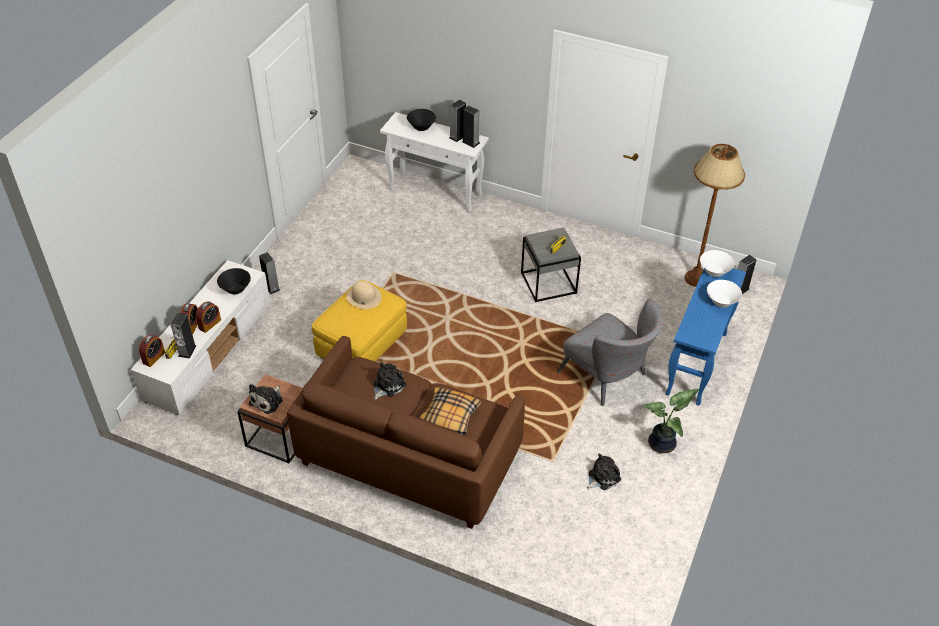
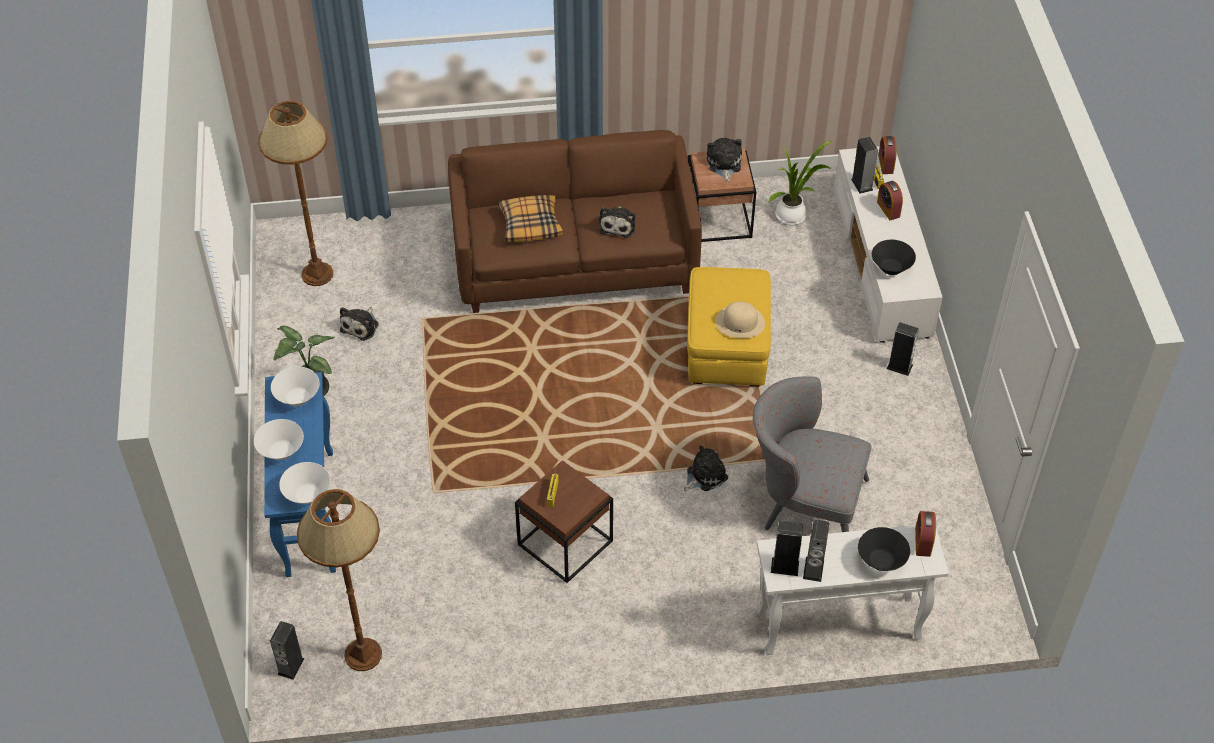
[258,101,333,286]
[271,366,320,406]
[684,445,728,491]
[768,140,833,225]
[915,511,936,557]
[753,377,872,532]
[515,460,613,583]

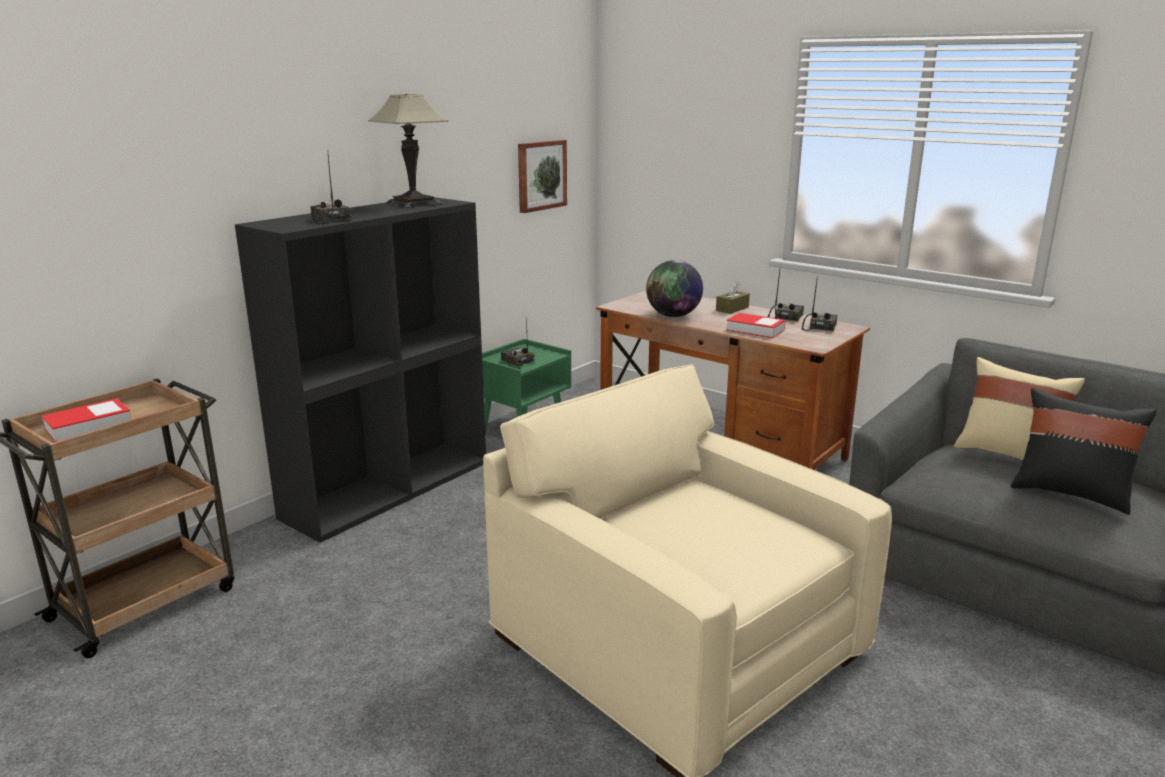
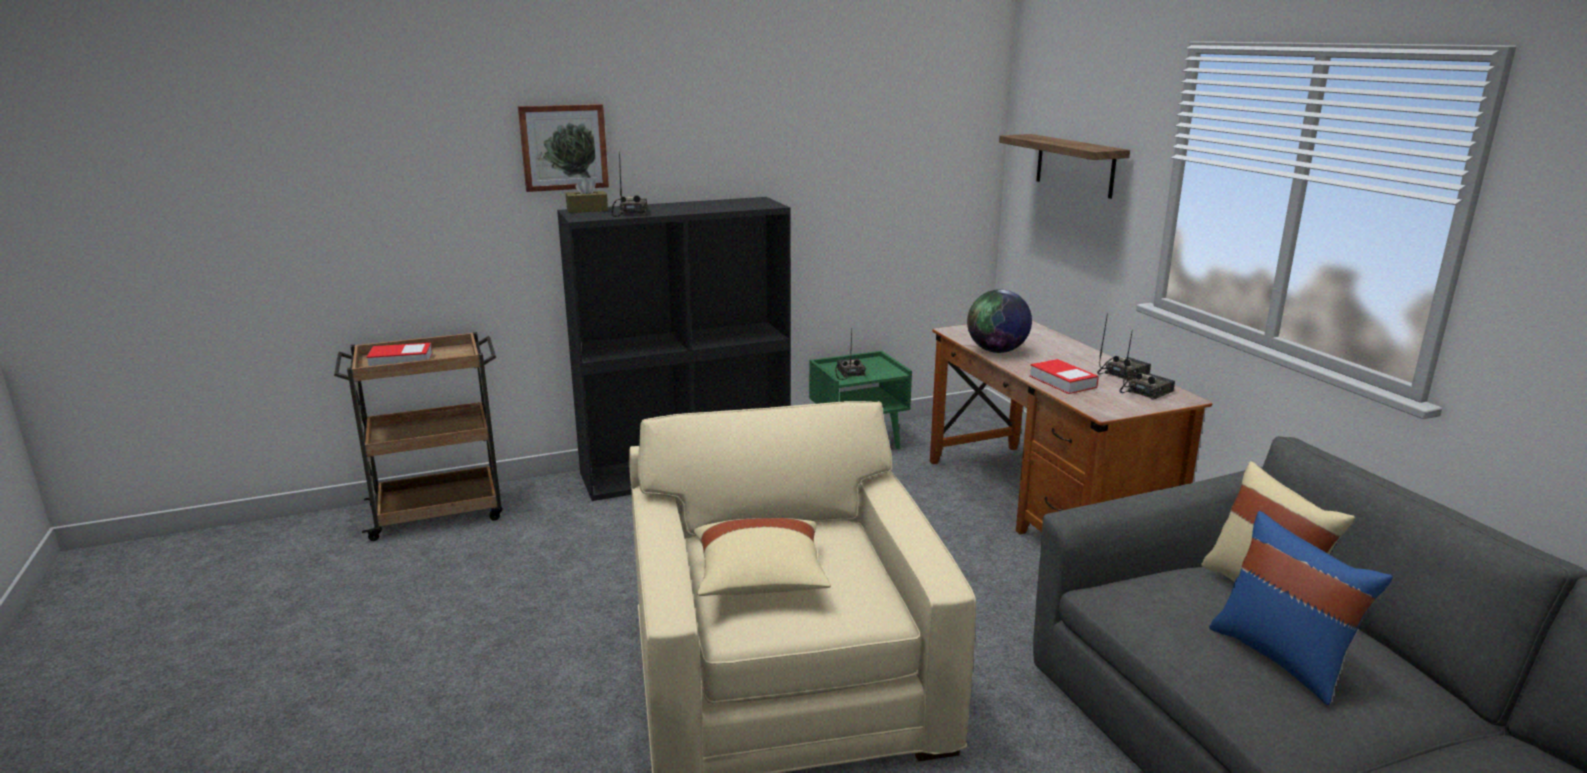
[368,93,448,208] (first image)
[694,518,831,596]
[999,134,1130,199]
[518,104,609,192]
[566,177,608,213]
[1209,511,1393,705]

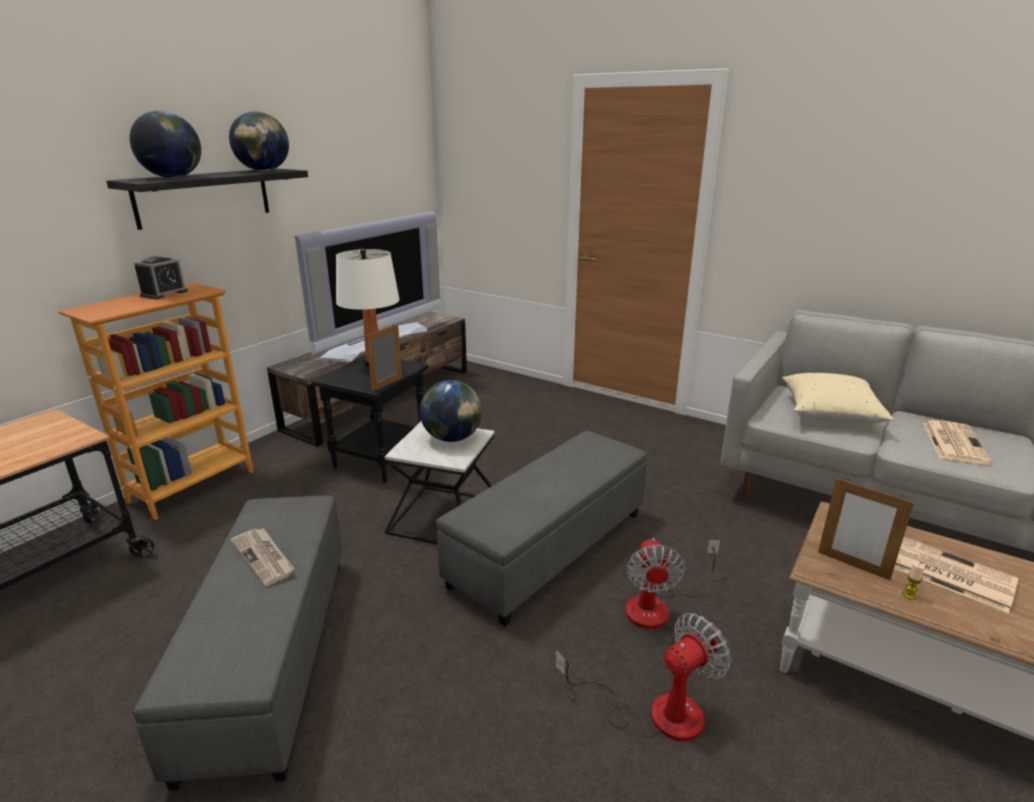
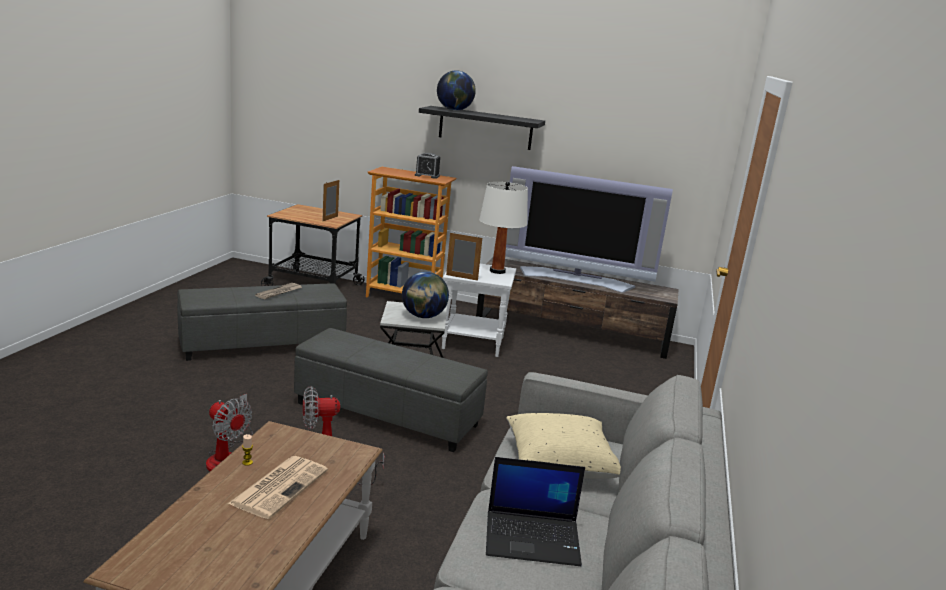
[229,111,289,171] (first image)
[322,180,339,221]
[486,457,585,566]
[442,264,516,357]

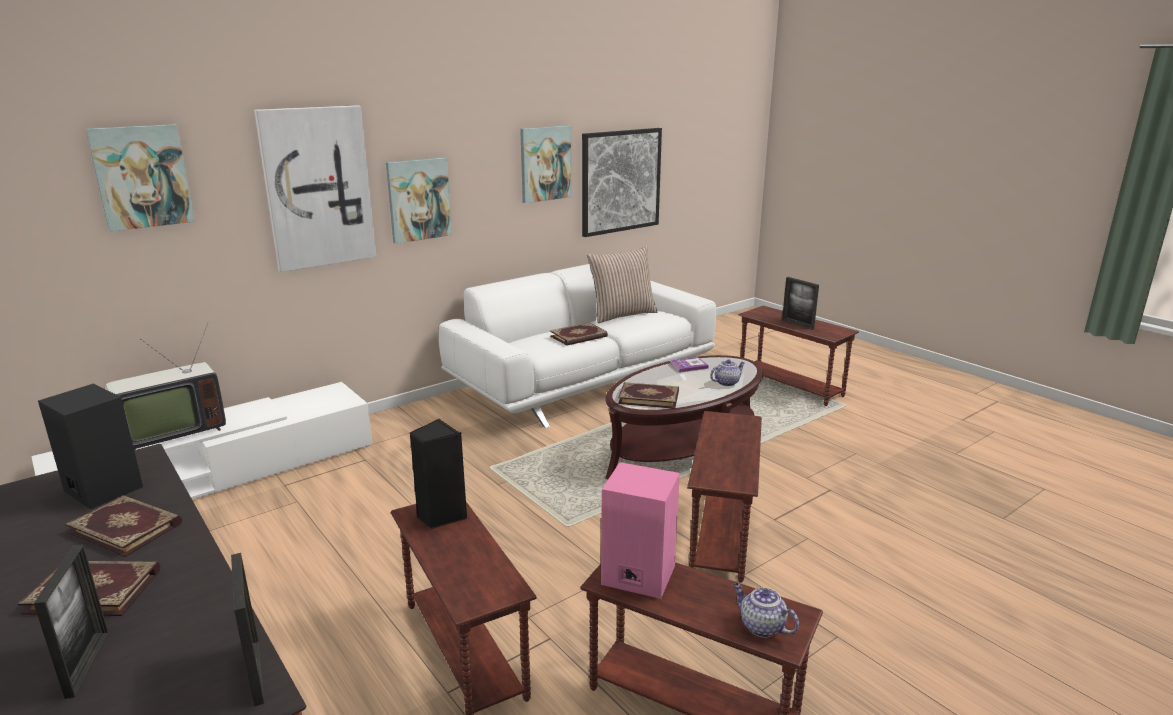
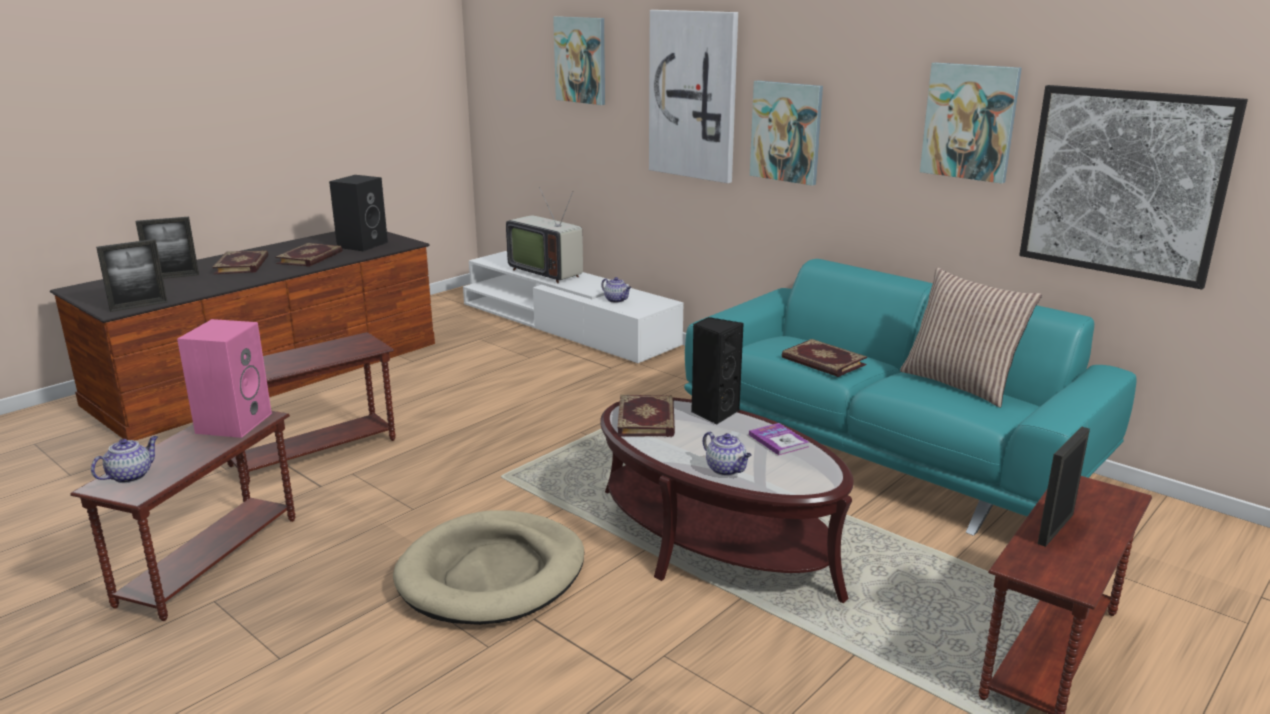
[601,277,631,303]
[691,317,744,425]
[393,510,584,625]
[684,259,1137,536]

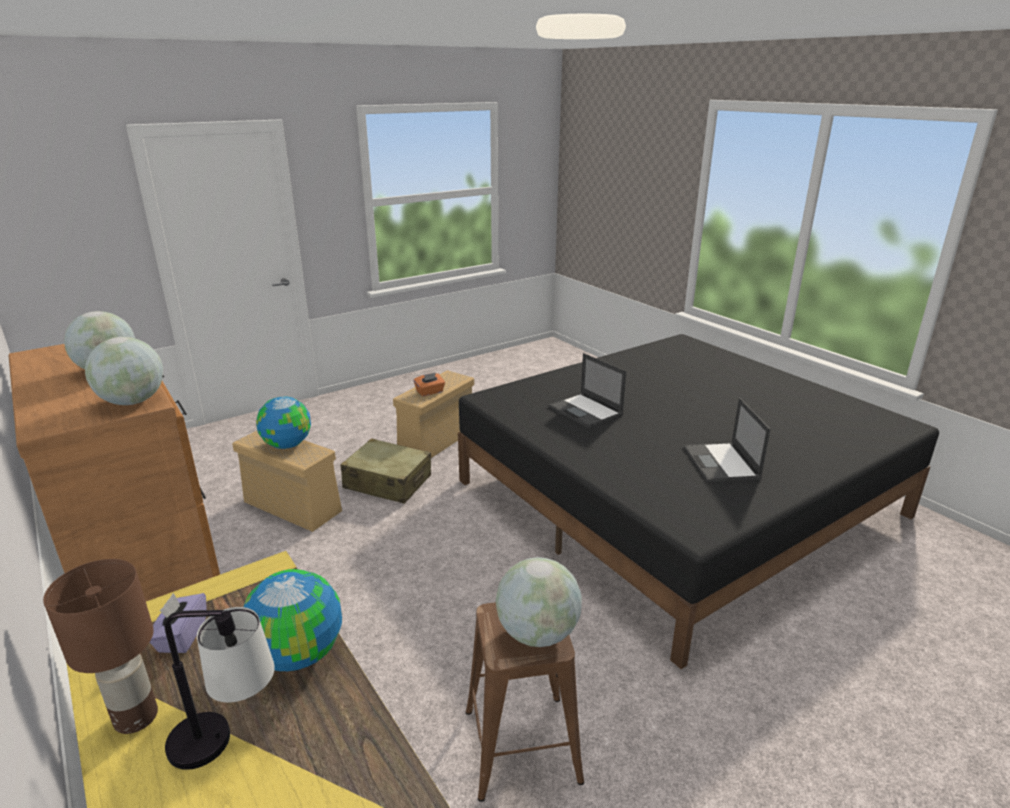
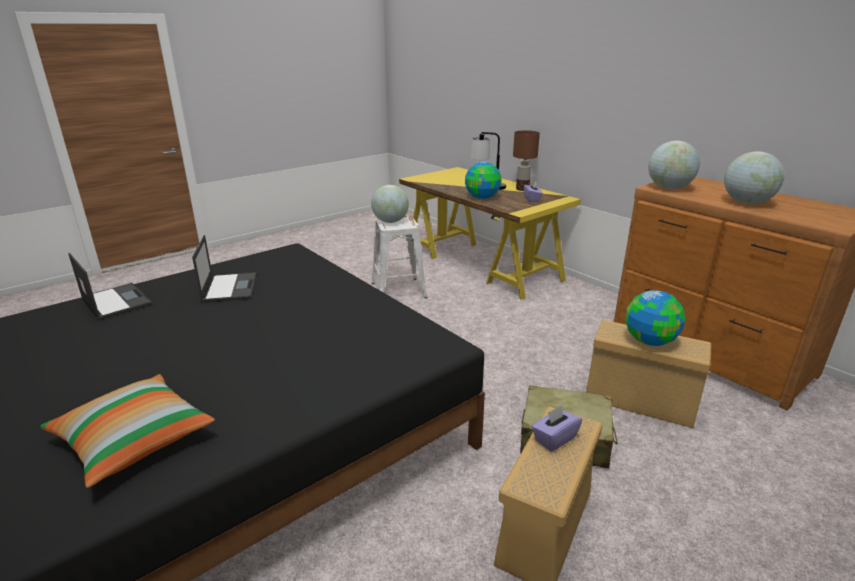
[40,374,215,488]
[68,253,152,320]
[532,406,582,452]
[371,215,427,298]

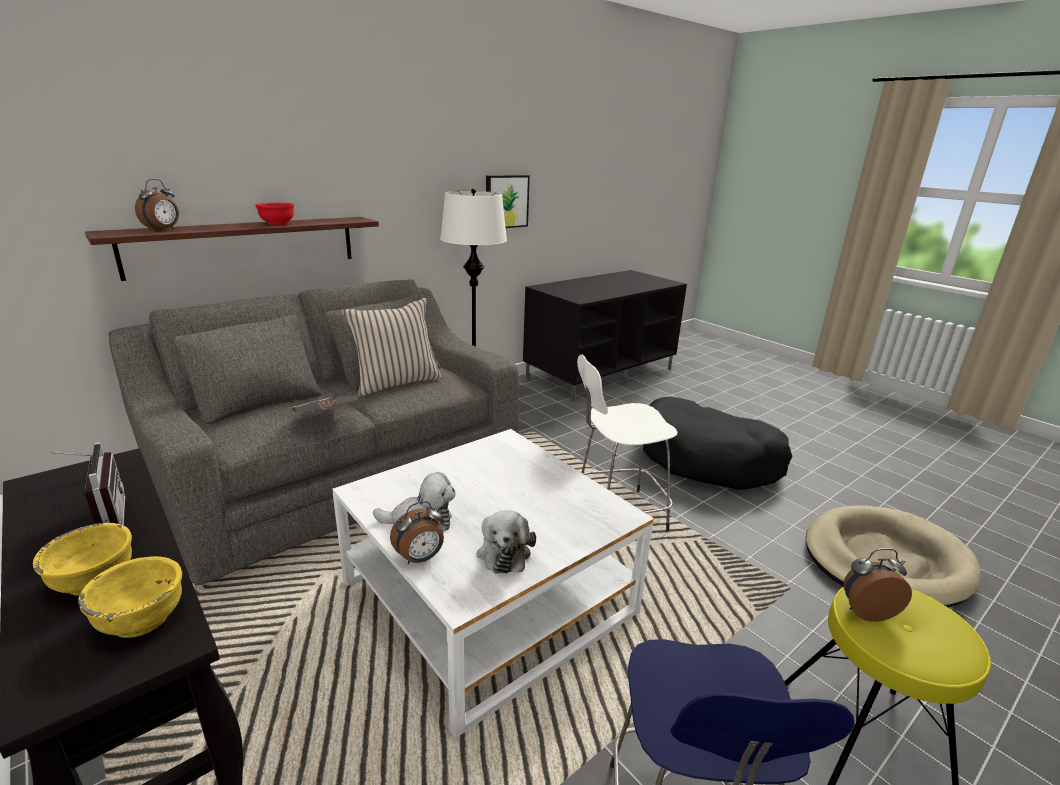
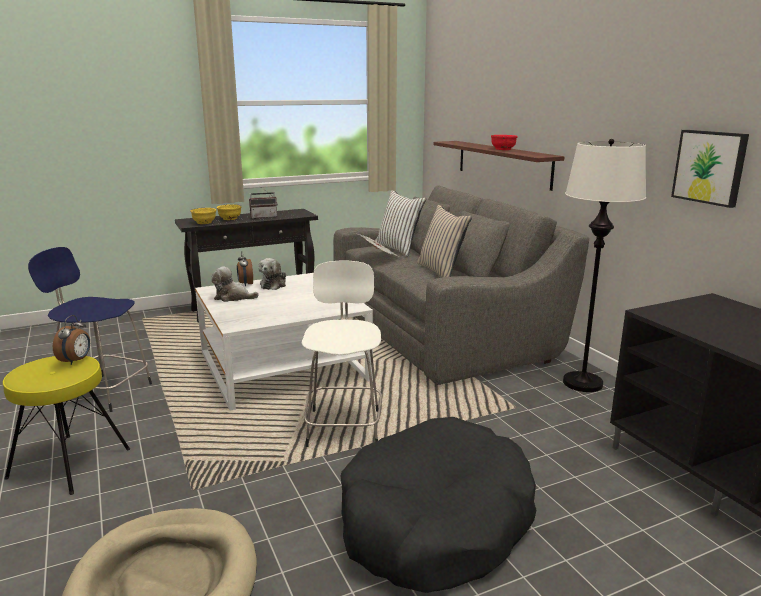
[135,179,179,231] (first image)
[375,190,426,257]

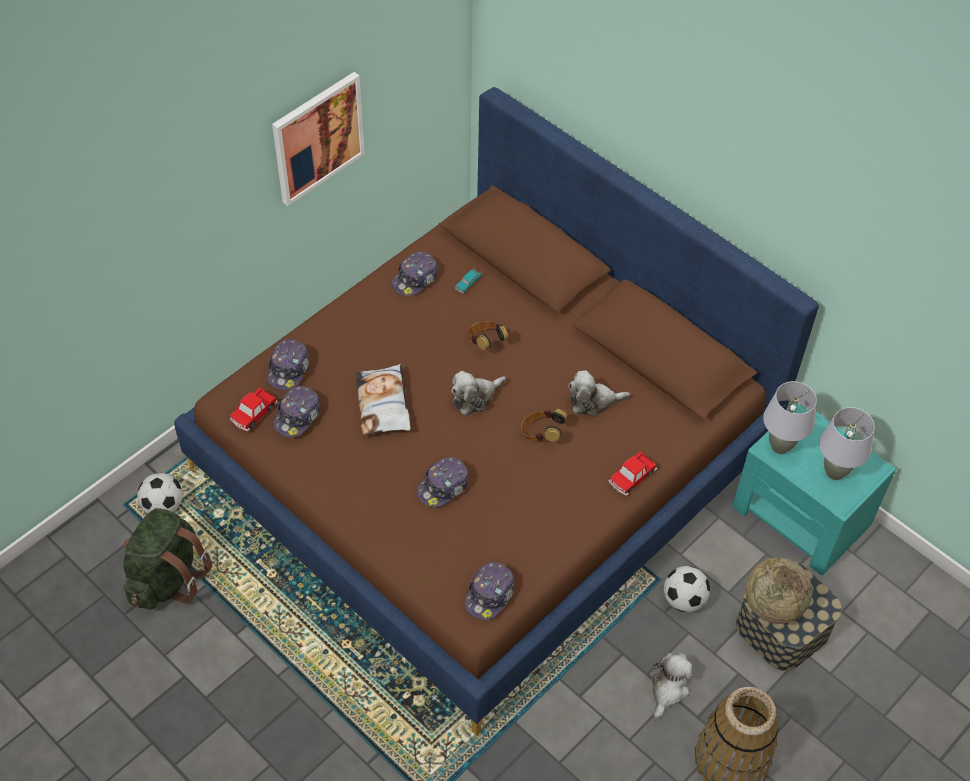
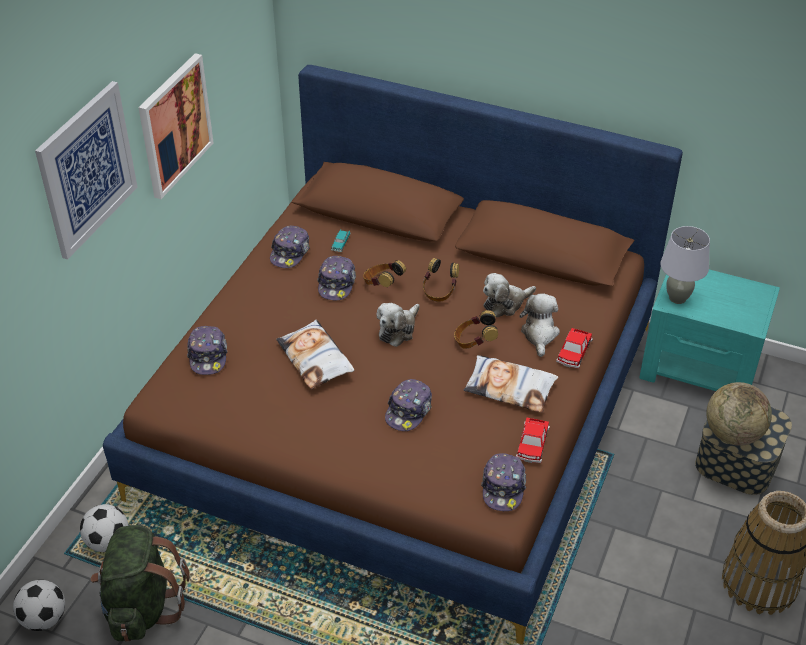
[819,407,875,480] (first image)
[35,81,138,260]
[423,258,459,302]
[464,355,558,412]
[516,417,550,463]
[317,256,356,300]
[519,293,560,357]
[13,580,65,631]

